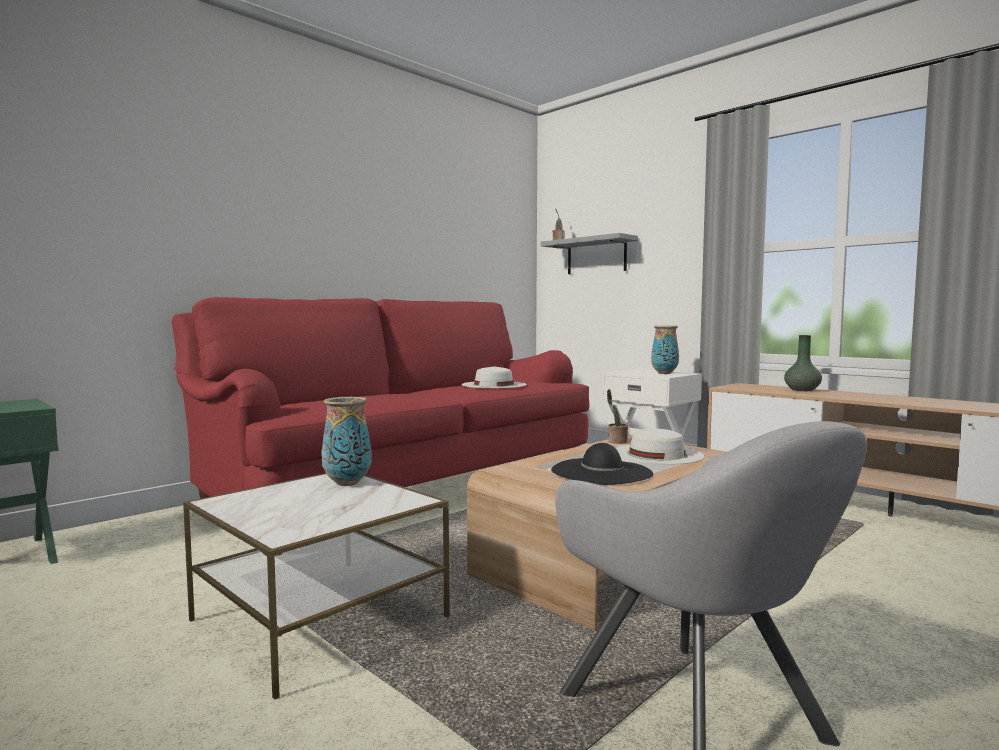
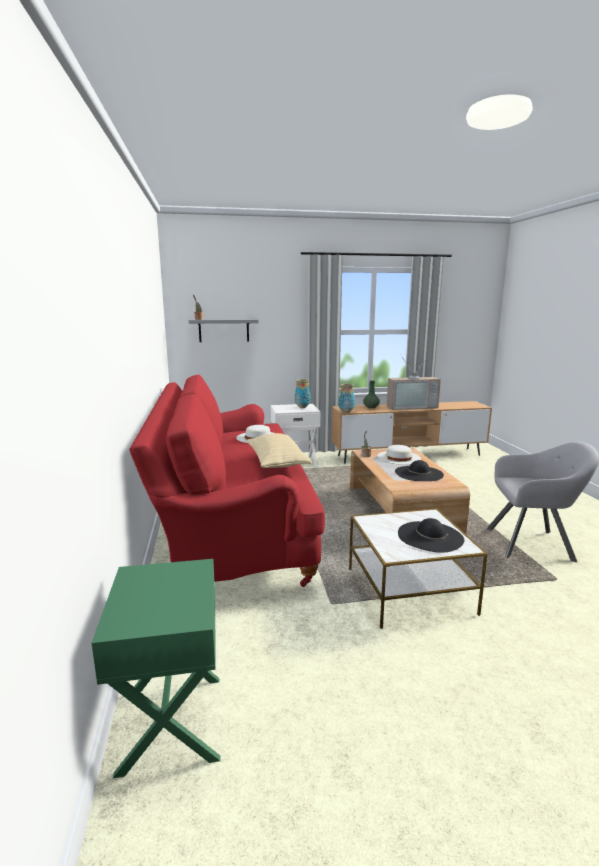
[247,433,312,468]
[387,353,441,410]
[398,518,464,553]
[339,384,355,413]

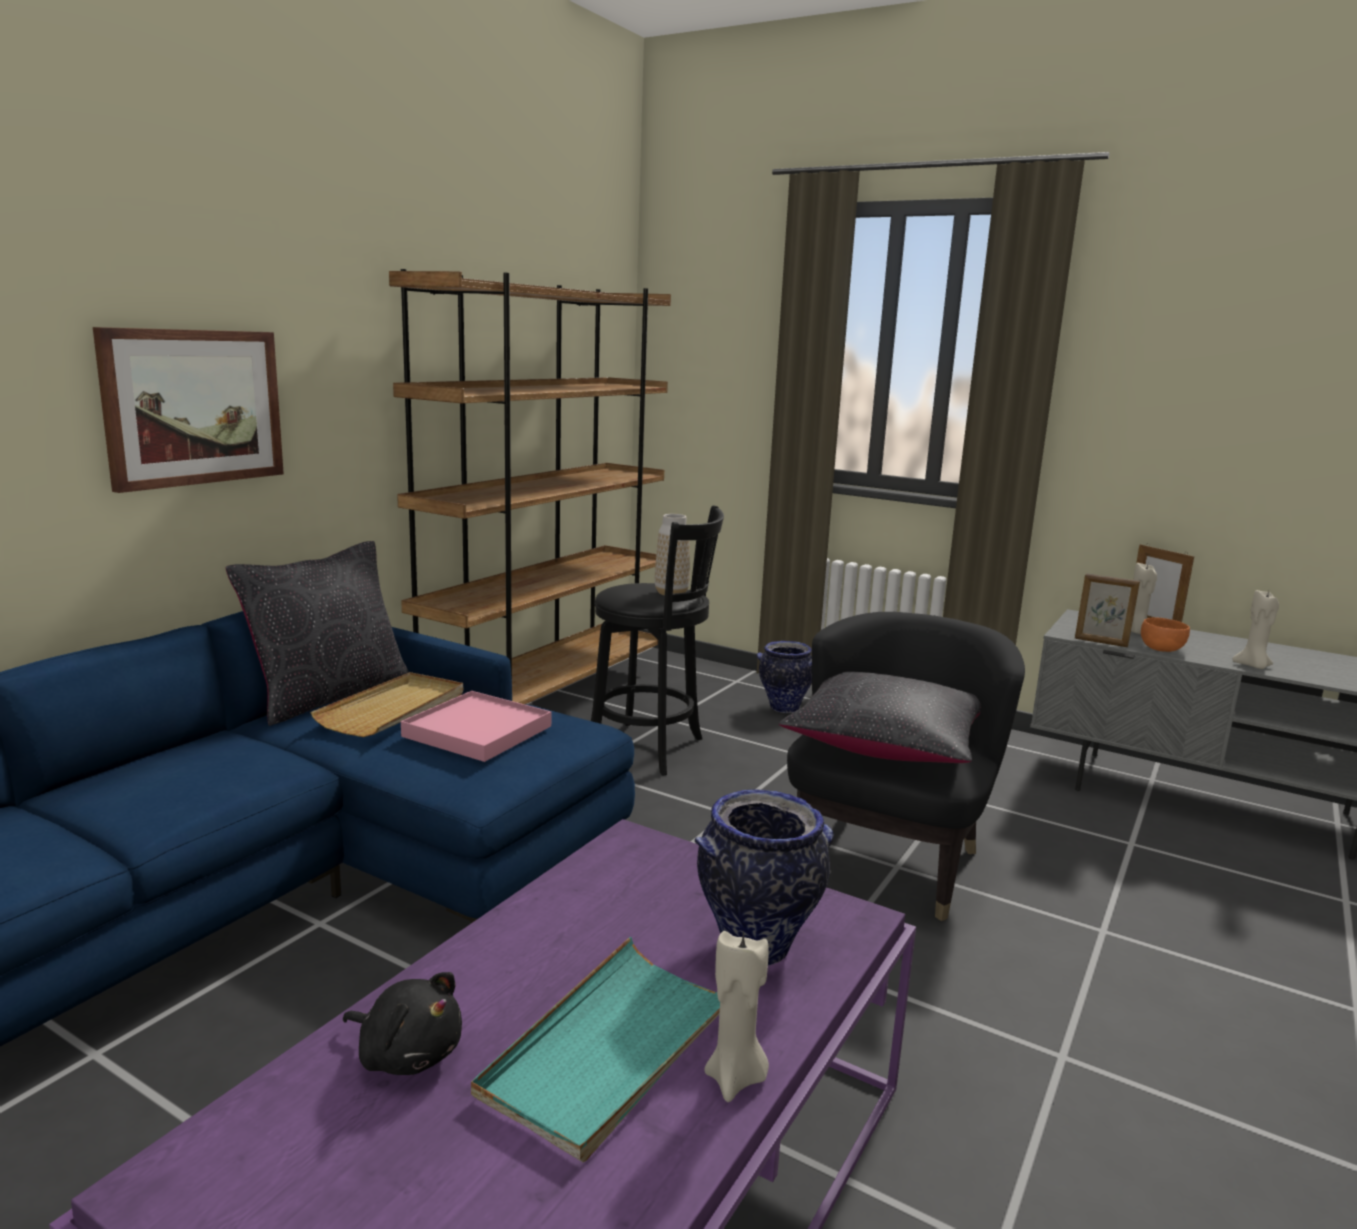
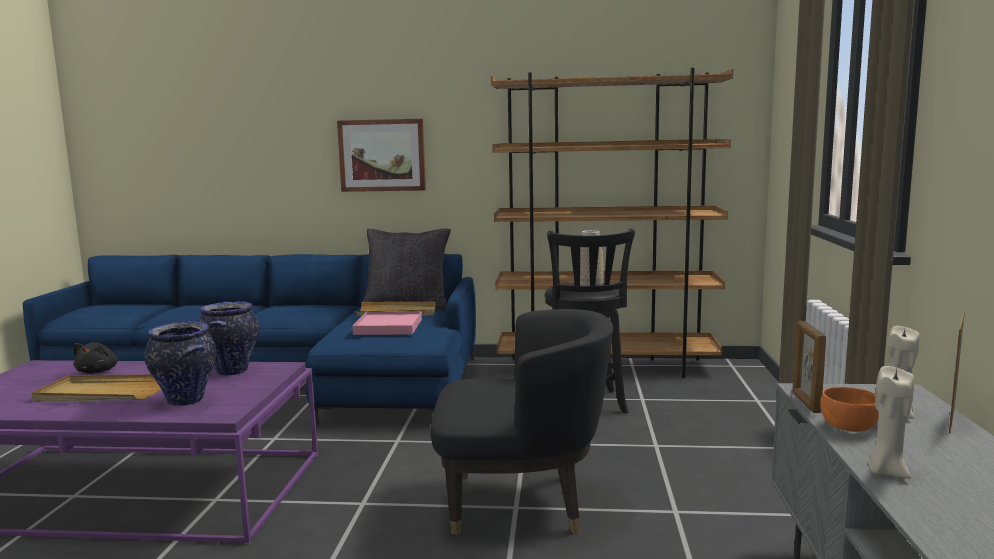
[704,931,769,1102] (first image)
[779,671,981,763] (first image)
[198,301,259,376]
[31,374,161,402]

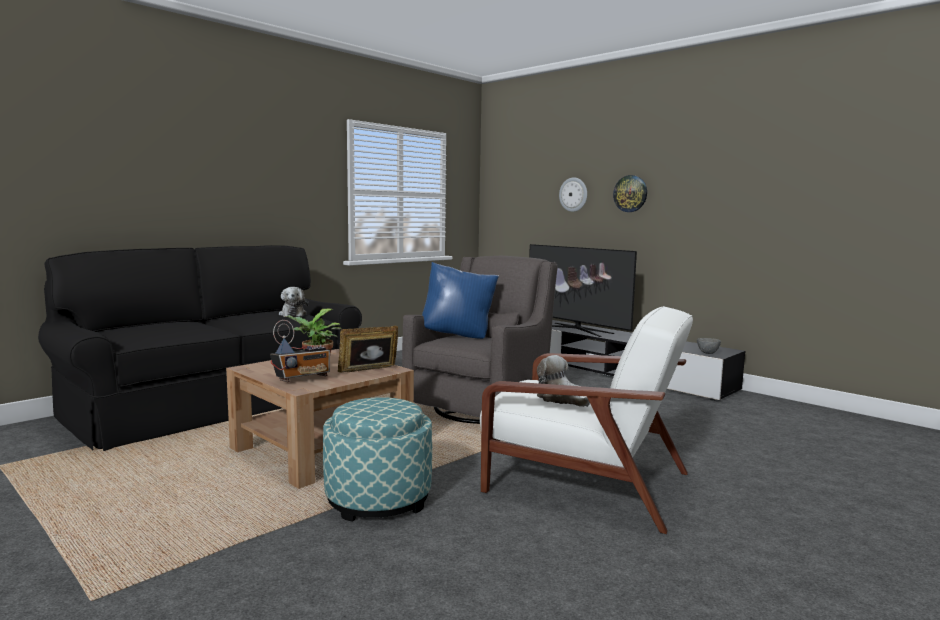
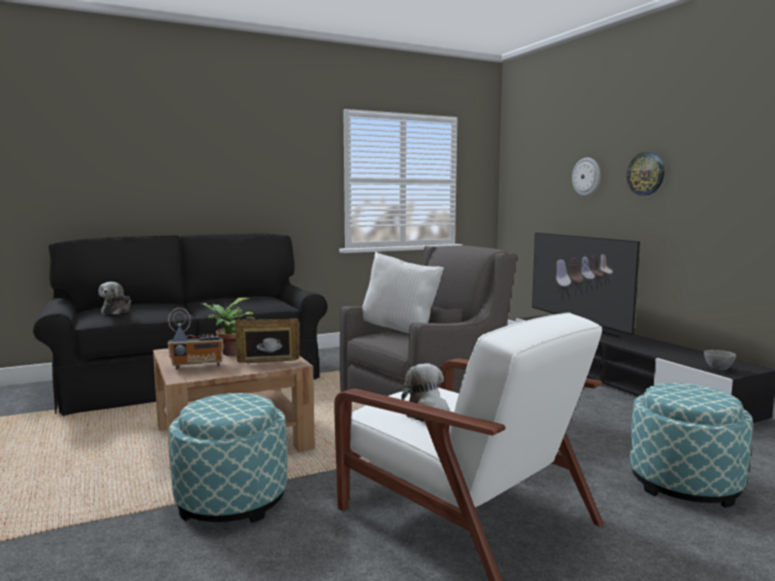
[630,383,753,508]
[98,282,131,314]
[362,252,444,334]

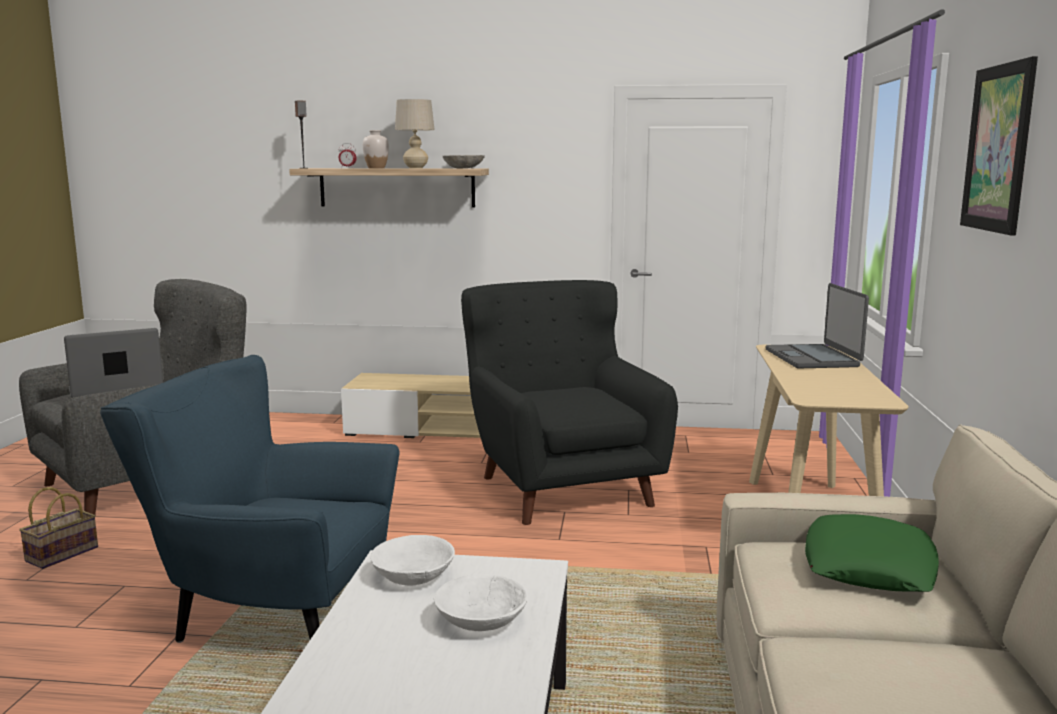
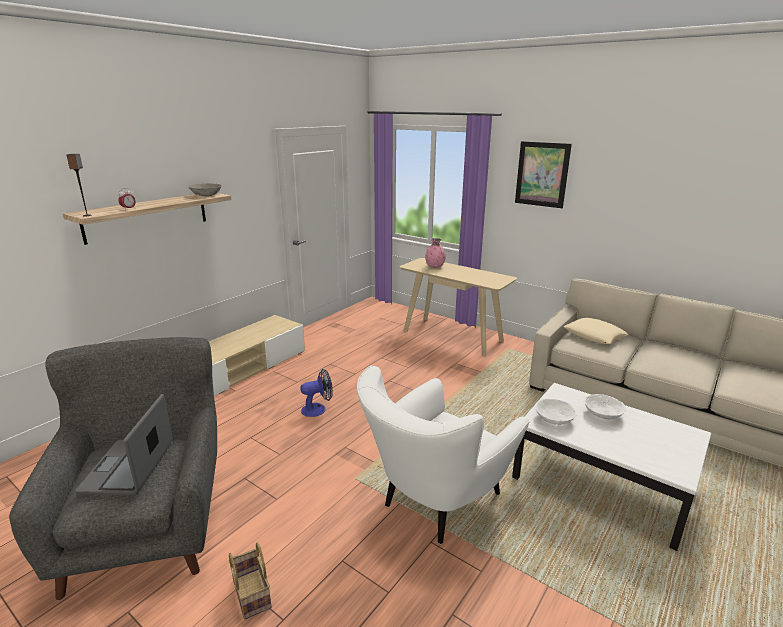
[363,130,389,168] (first image)
[395,99,435,169] (first image)
[461,280,678,525] (first image)
[300,369,333,417]
[425,238,446,268]
[357,365,530,544]
[564,318,628,344]

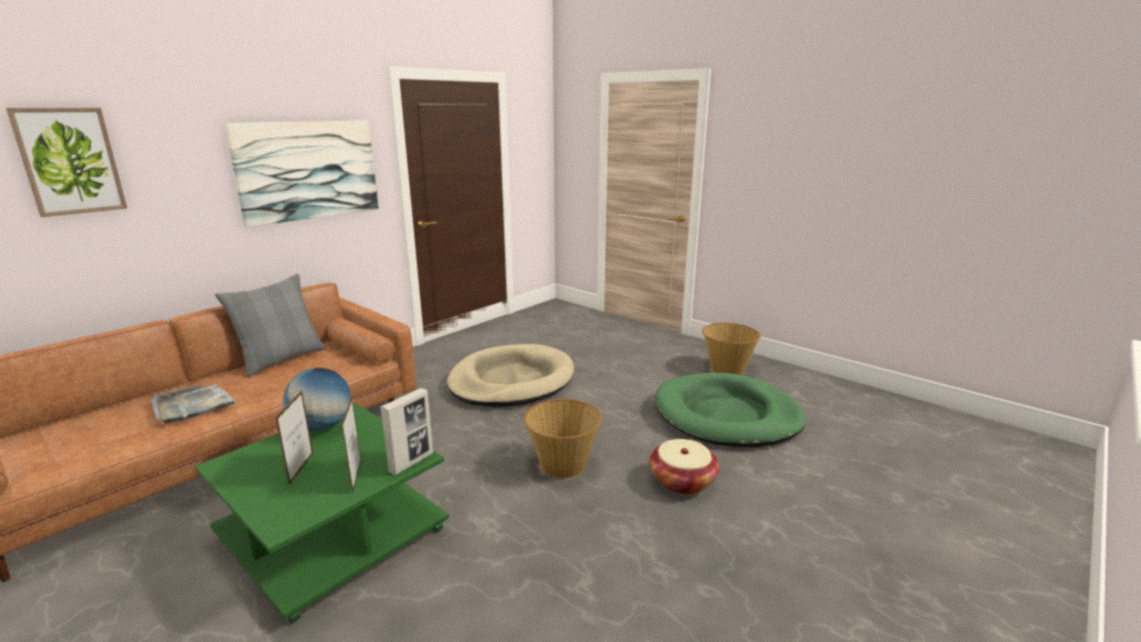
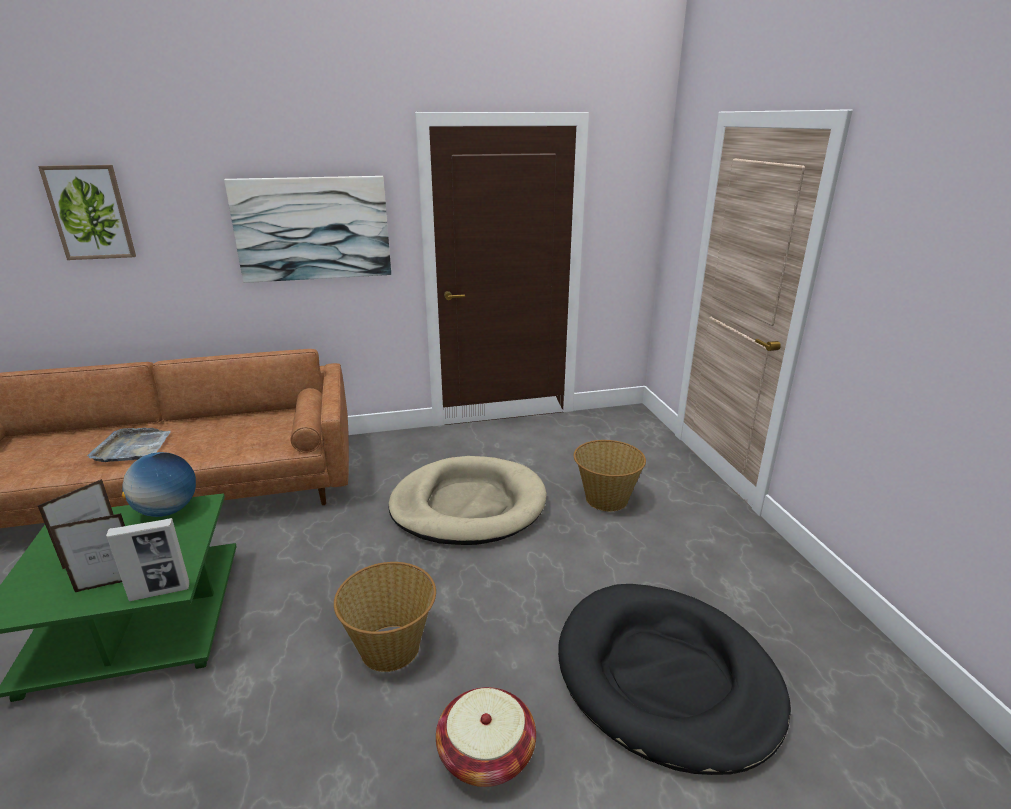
[215,274,326,377] (first image)
[574,440,646,511]
[558,584,791,775]
[49,513,125,592]

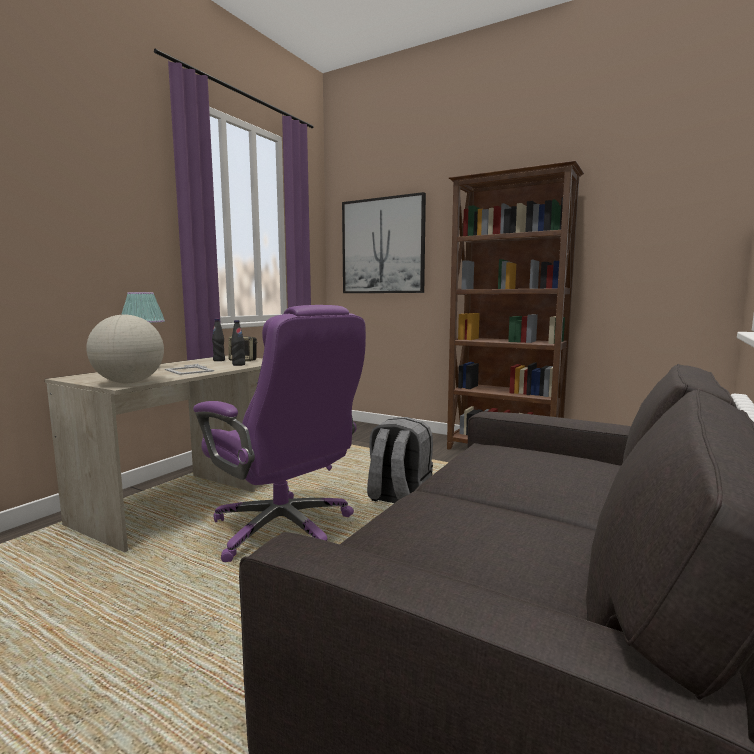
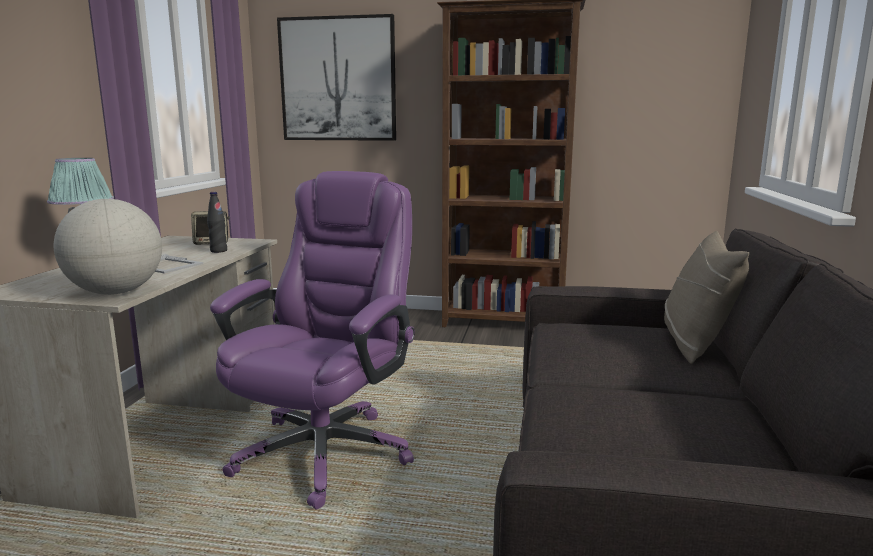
[212,319,225,361] (first image)
[367,417,433,503] (first image)
[664,231,749,364]
[210,171,415,510]

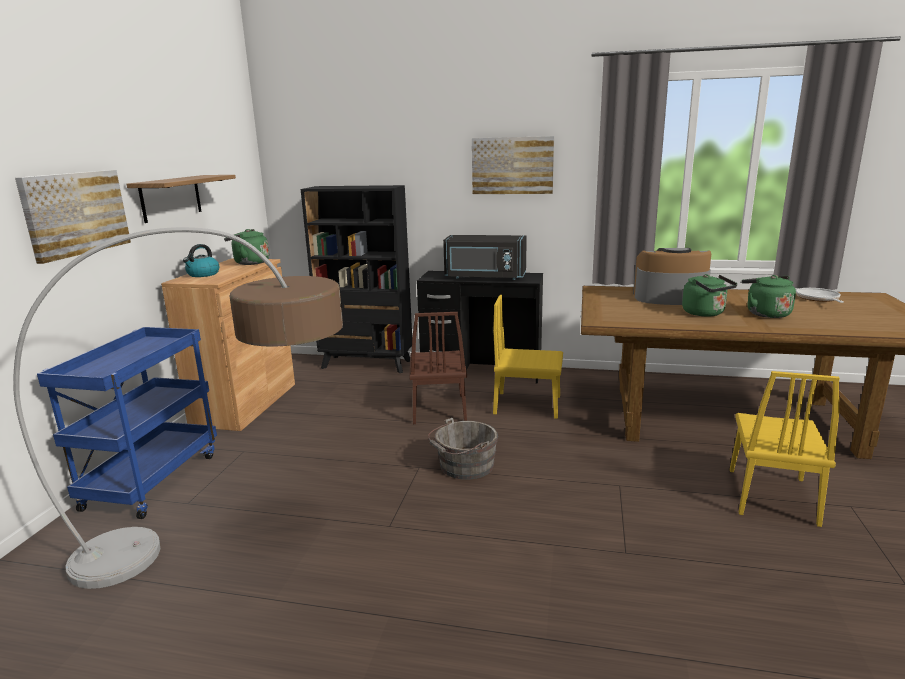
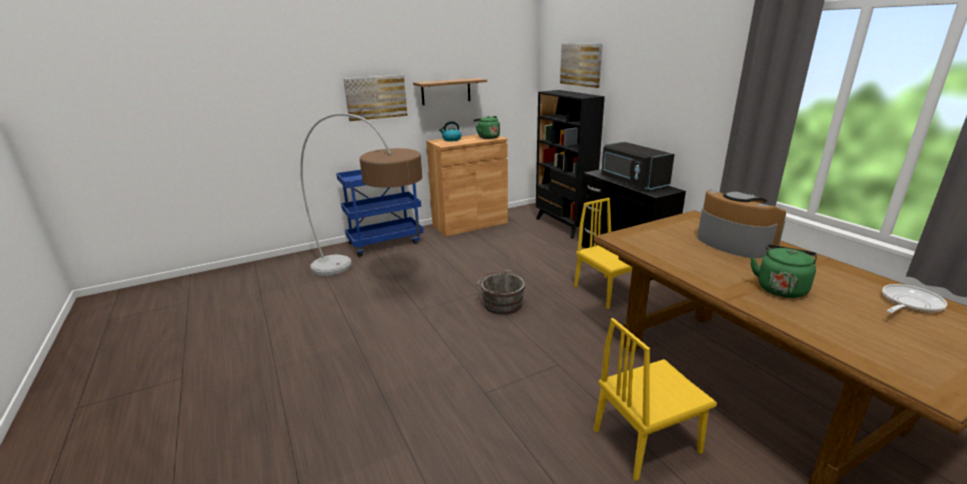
[409,312,467,424] (first image)
[682,274,737,317] (first image)
[560,43,603,88]

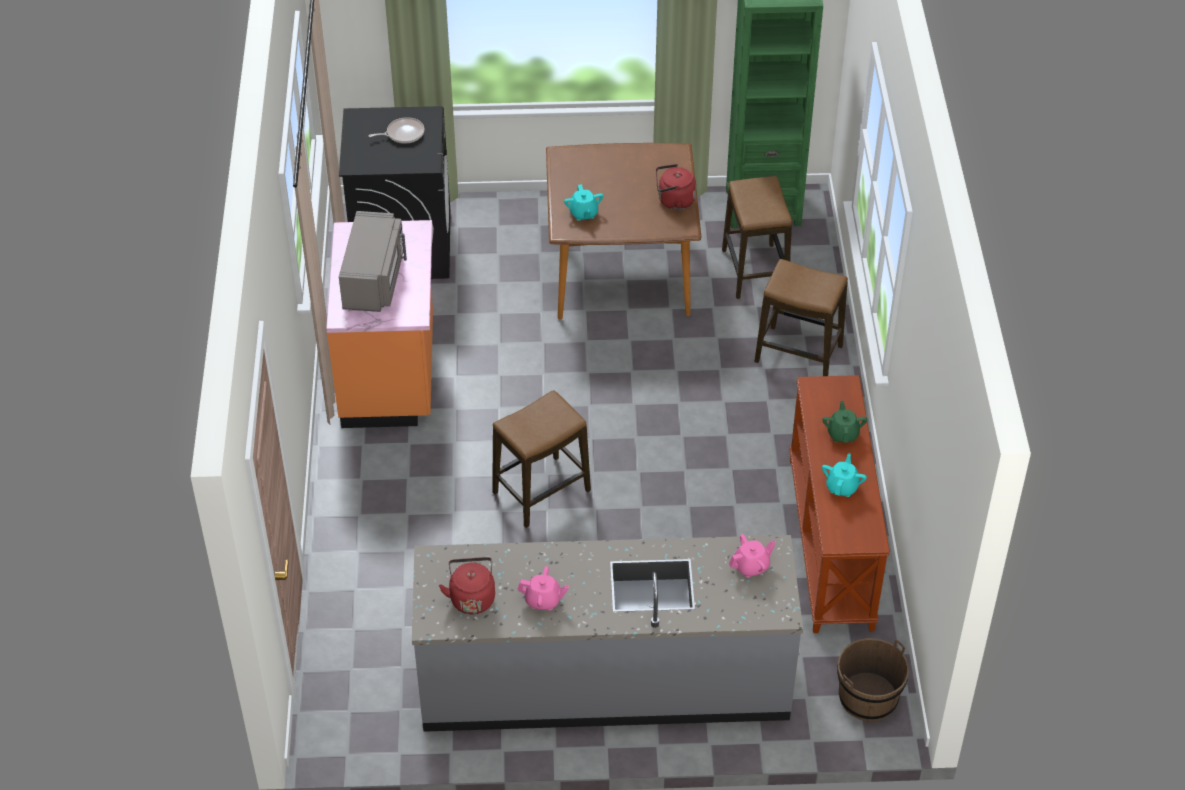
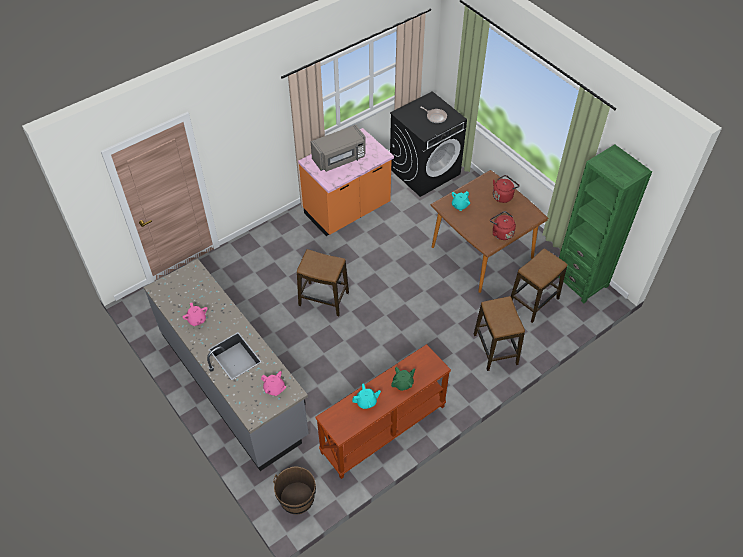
[493,175,520,203]

